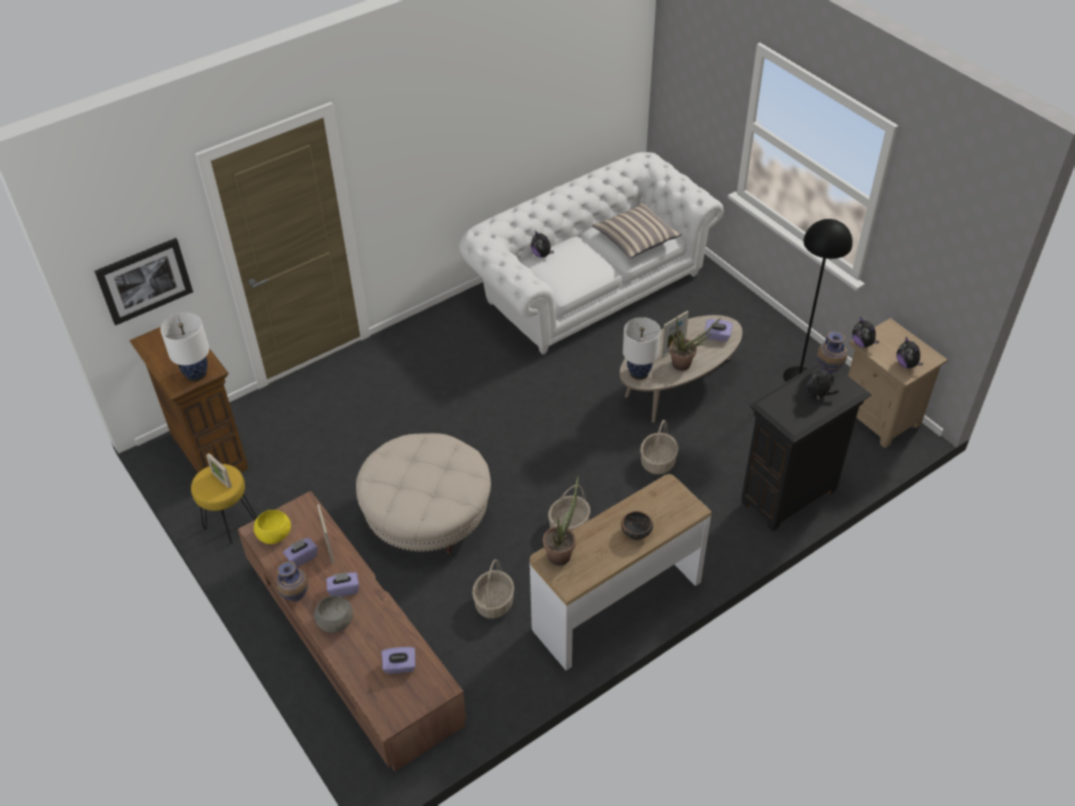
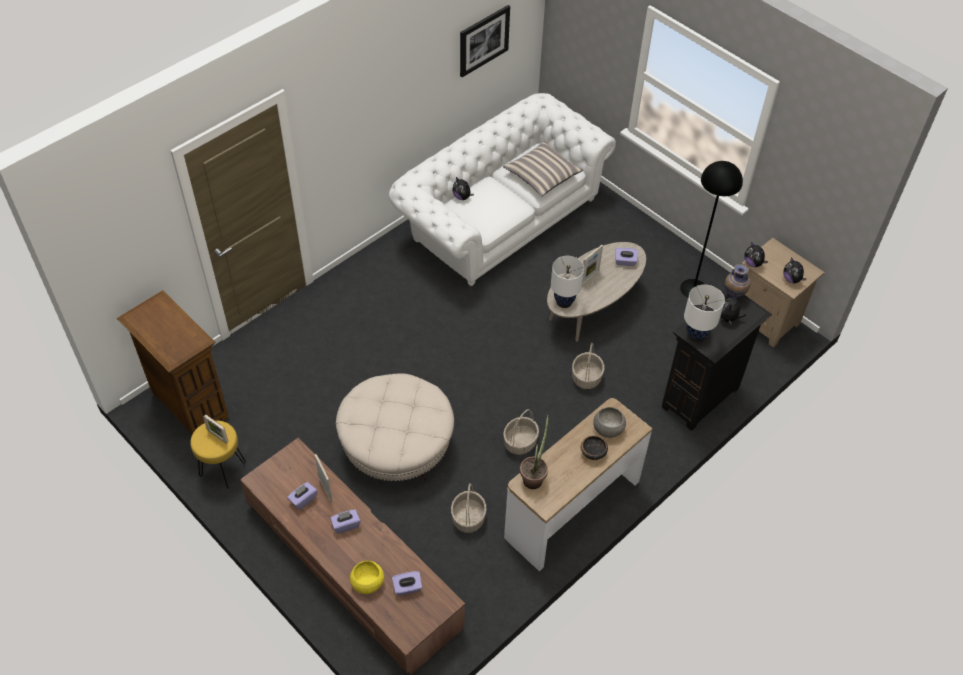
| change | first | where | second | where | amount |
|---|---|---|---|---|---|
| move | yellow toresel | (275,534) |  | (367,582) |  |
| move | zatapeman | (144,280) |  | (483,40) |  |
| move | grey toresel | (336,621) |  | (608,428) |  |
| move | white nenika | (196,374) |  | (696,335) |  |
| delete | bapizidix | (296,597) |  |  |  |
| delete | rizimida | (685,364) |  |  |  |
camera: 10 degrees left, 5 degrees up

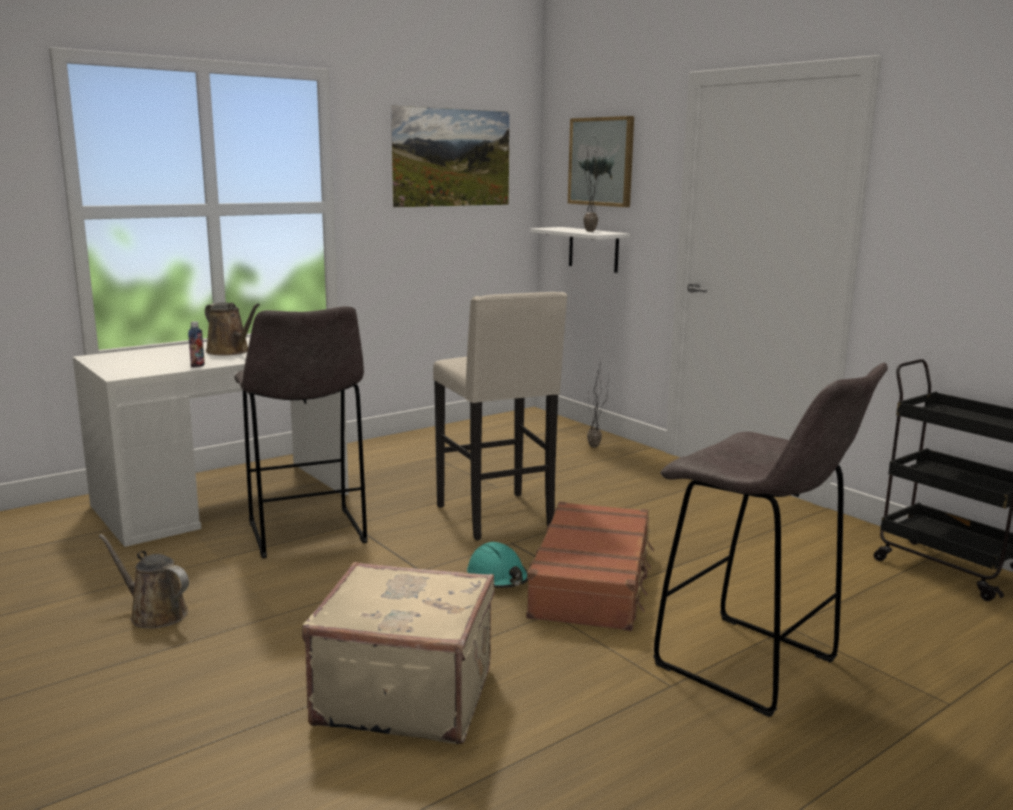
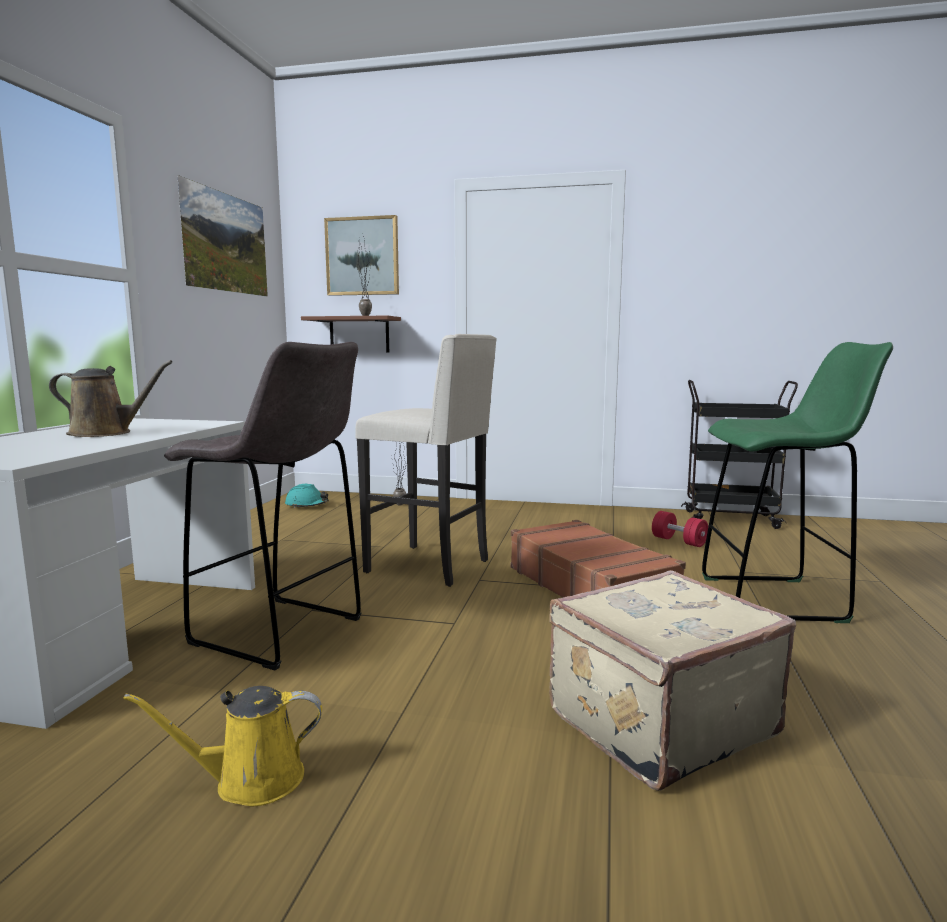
| change | first | where | second | where | amount |
|---|---|---|---|---|---|
| recolor | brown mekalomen | (154,613) | yellow mekalomen | (250,780) |  |
| move | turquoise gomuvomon | (498,578) |  | (306,505) |  |
| recolor | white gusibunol | (593,249) | brown gusibunol | (359,335) |  |
| insert |  |  | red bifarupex | (679,541) |  |
| recolor | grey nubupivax | (750,665) | green nubupivax | (776,599) |  |
| delete | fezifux | (197,365) |  |  |  |
camera: 40 degrees left, 5 degrees down

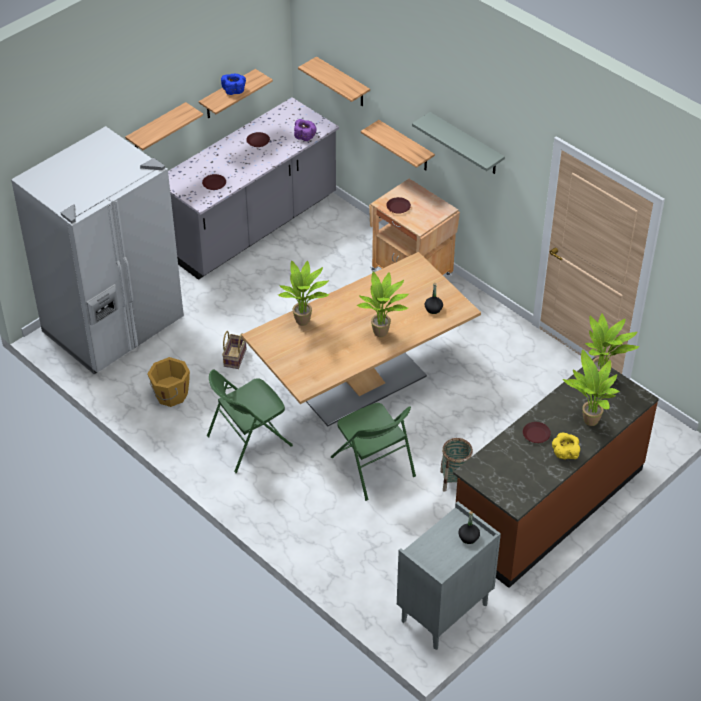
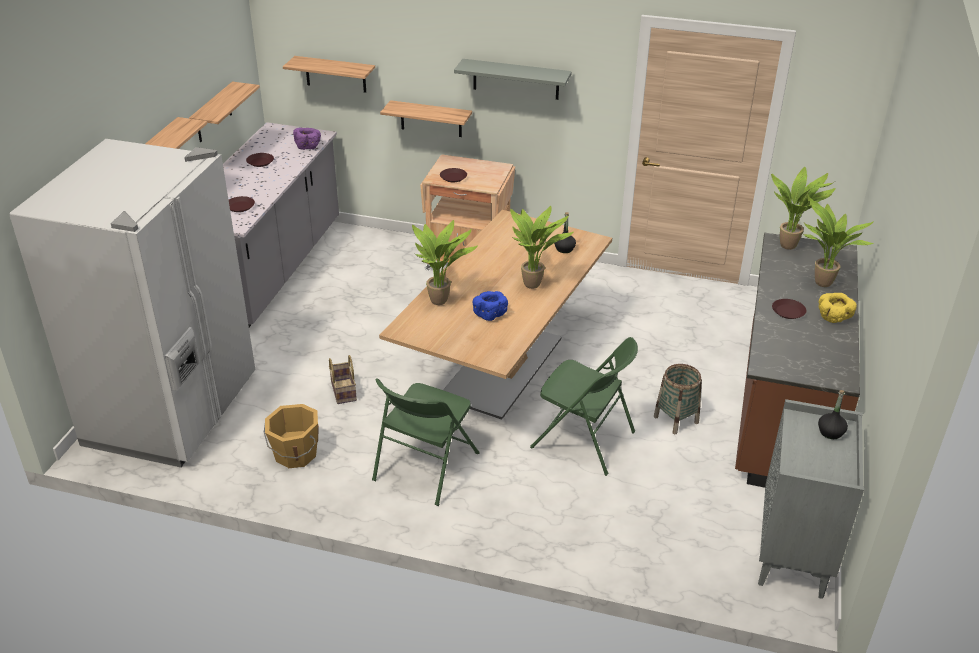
| change | first | where | second | where | amount |
|---|---|---|---|---|---|
| move | blue toresel | (234,90) |  | (490,314) |  |
camera: 30 degrees left, 10 degrees down

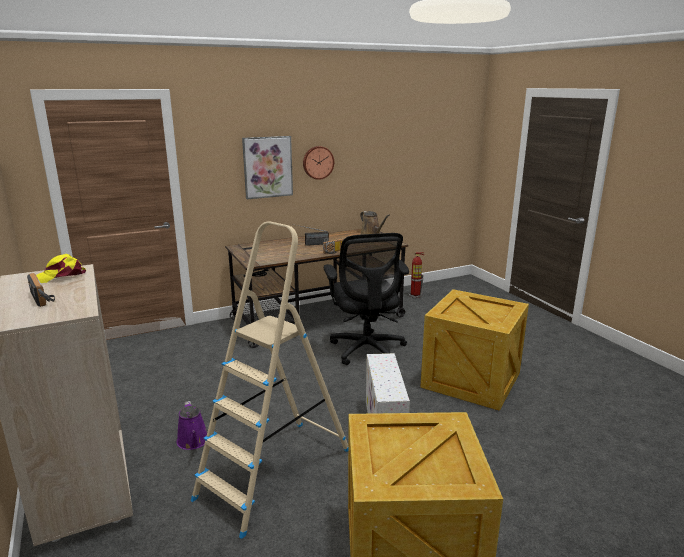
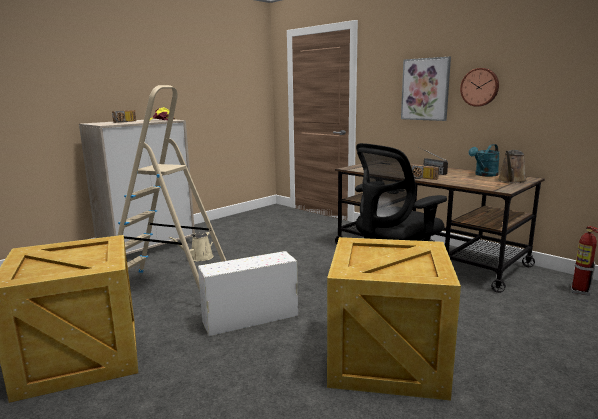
| change | first | where | second | where | amount |
|---|---|---|---|---|---|
| recolor | purple mekalomen | (193,442) | beige mekalomen | (199,258) |  |
| insert |  |  | turquoise mekalomen | (484,175) |  |
camera: 70 degrees right, 5 degrees down

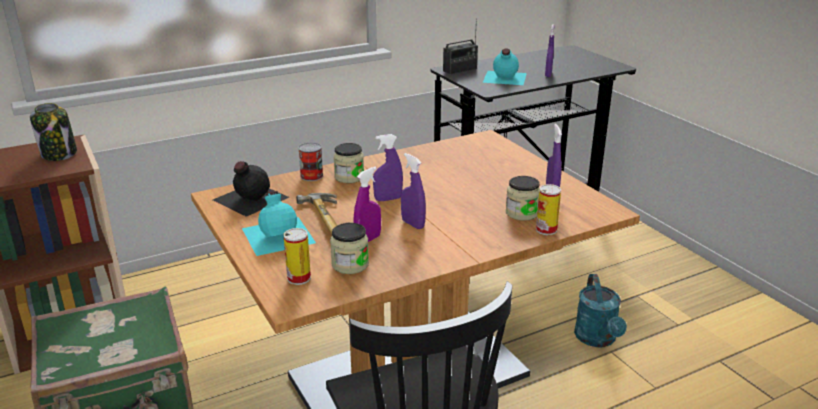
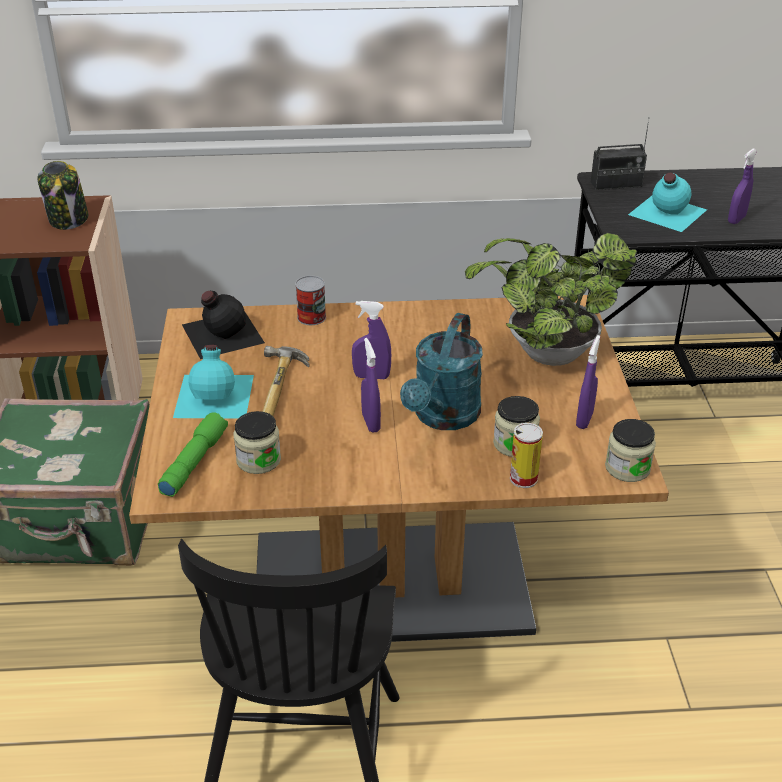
| change | first | where | second | where | amount |
|---|---|---|---|---|---|
| replace | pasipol | (299,278) | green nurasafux | (193,462) |  |
| move | turquoise mekalomen | (597,339) |  | (443,417) |  |
| insert |  |  | rizimida | (545,354) |  |
| move | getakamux | (349,177) |  | (627,468) |  |
| delete | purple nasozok | (368,240) |  |  |  |
camera: 25 degrees right, 10 degrees up

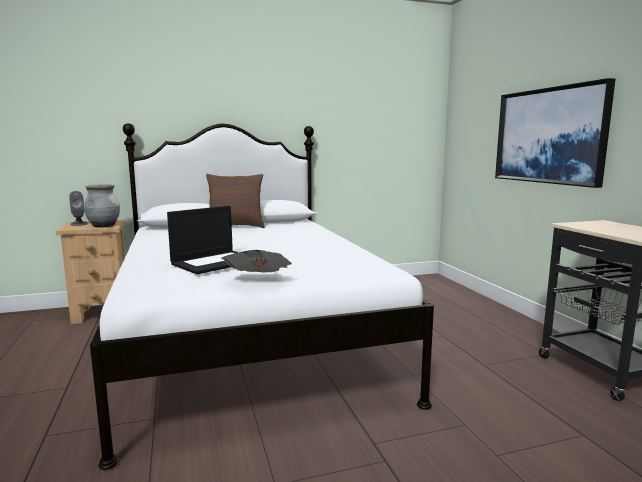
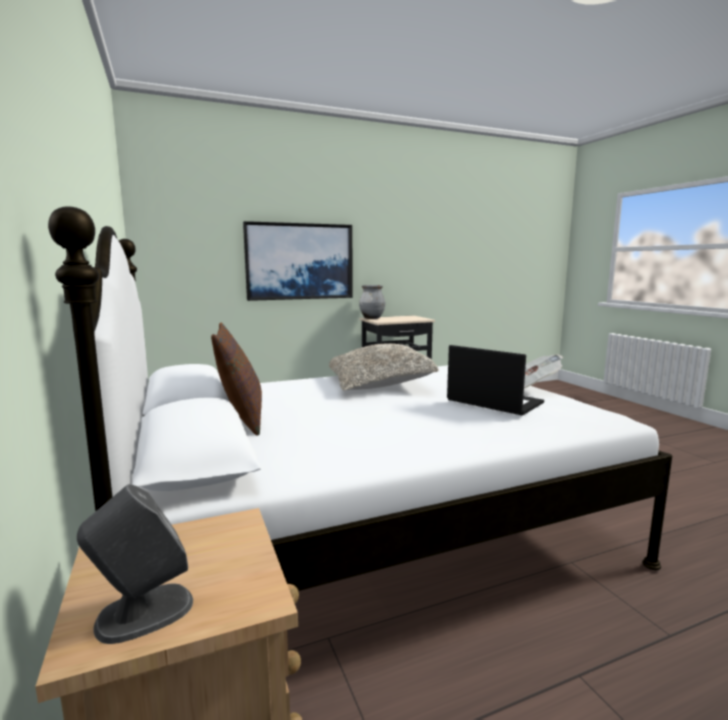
| change | first | where | second | where | amount |
|---|---|---|---|---|---|
| insert |  |  | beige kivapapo | (378,383) |  |
| move | grey bapizidix | (104,226) |  | (372,318) |  |
camera: 95 degrees left, 0 degrees up

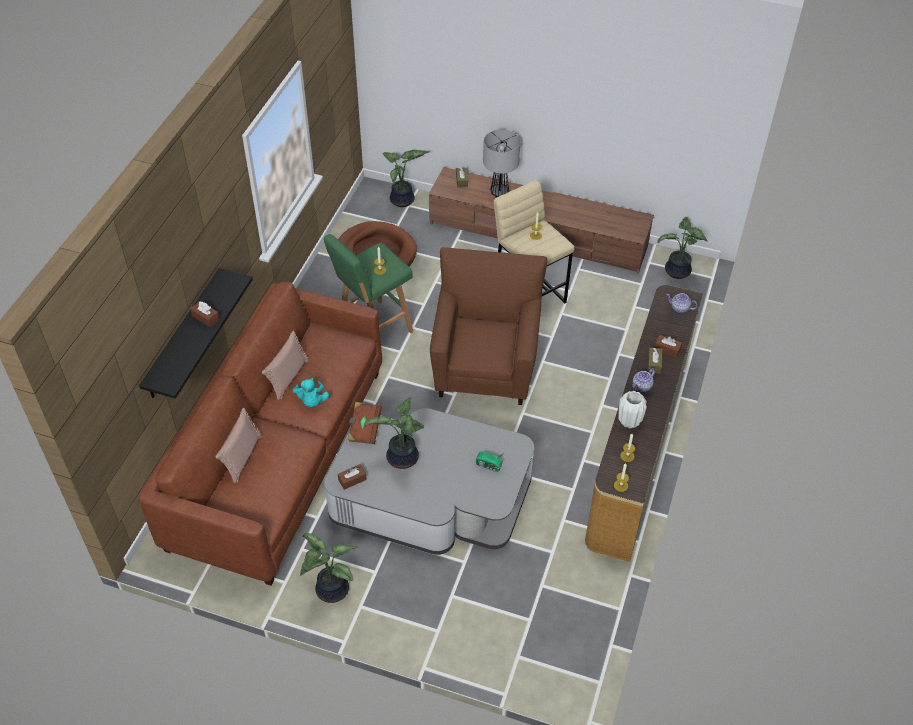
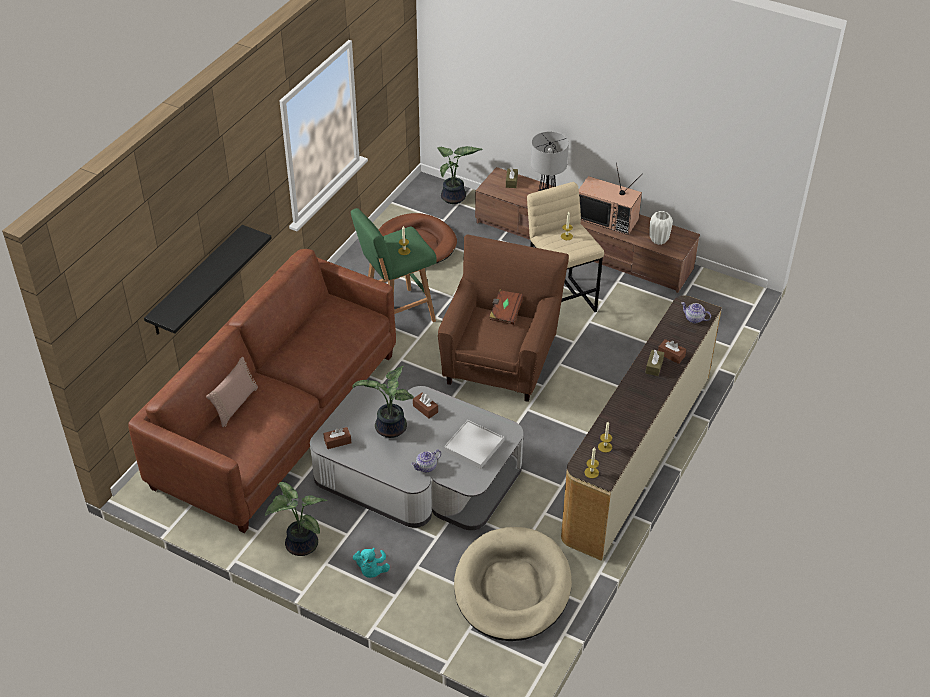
| change | first | where | second | where | amount |
|---|---|---|---|---|---|
| move | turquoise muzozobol | (311,401) |  | (371,570) |  |
| move | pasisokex | (642,386) |  | (426,467) |  |
| move | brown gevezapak | (205,317) |  | (425,409) |  |
| replace | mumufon | (489,465) | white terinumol | (474,446) |  |
| insert |  |  | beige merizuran | (512,587) |  |
| move | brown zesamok | (364,428) |  | (506,311) |  |
| insert |  |  | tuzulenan | (608,218) |  |
| move | white bapizidix | (629,421) |  | (659,240) |  |
| delete | beige kivapapo | (288,377) |  |  |  |
| delete | rizimida | (677,272) |  |  |  |
camera: 10 degrees right, 5 degrees down

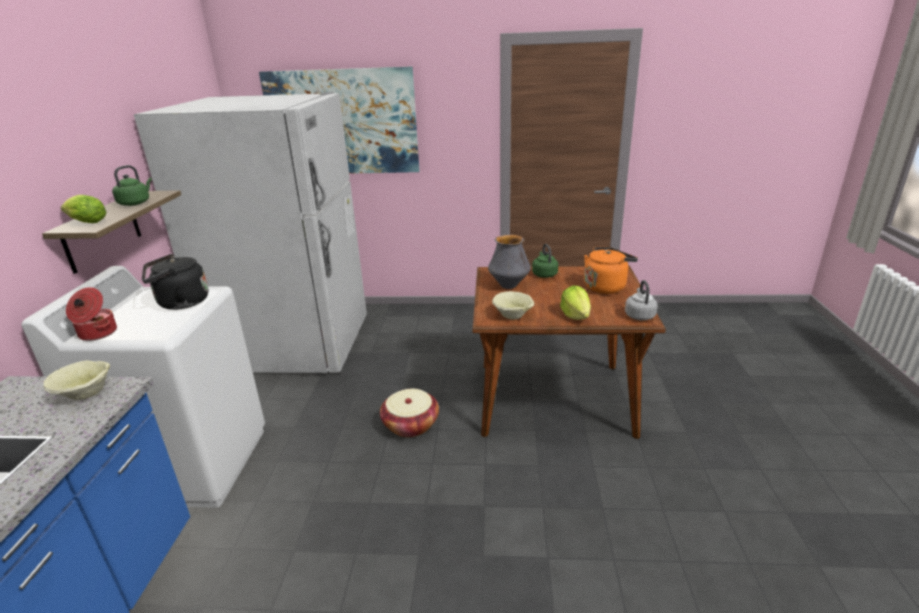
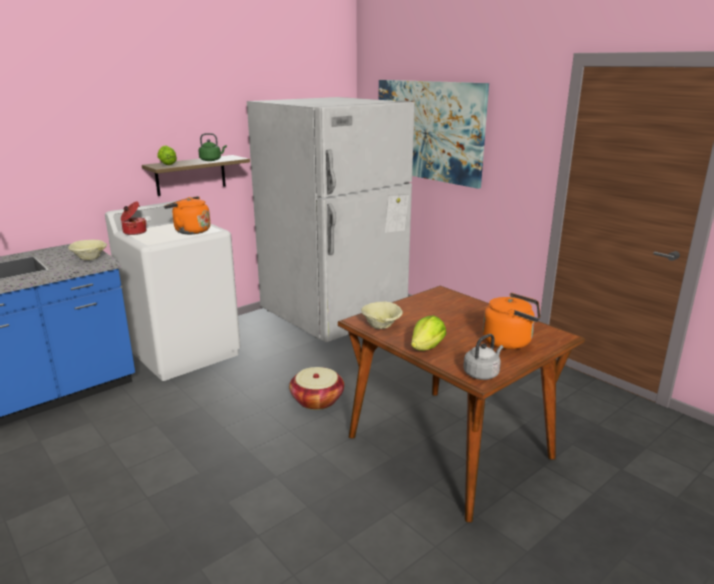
| change | first | where | second | where | amount |
|---|---|---|---|---|---|
| recolor | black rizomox | (180,303) | orange rizomox | (190,231) |  |
| delete | bapizidix | (509,286) |  |  |  |
| delete | green rizomox | (544,274) |  |  |  |
camera: 45 degrees right, 5 degrees down

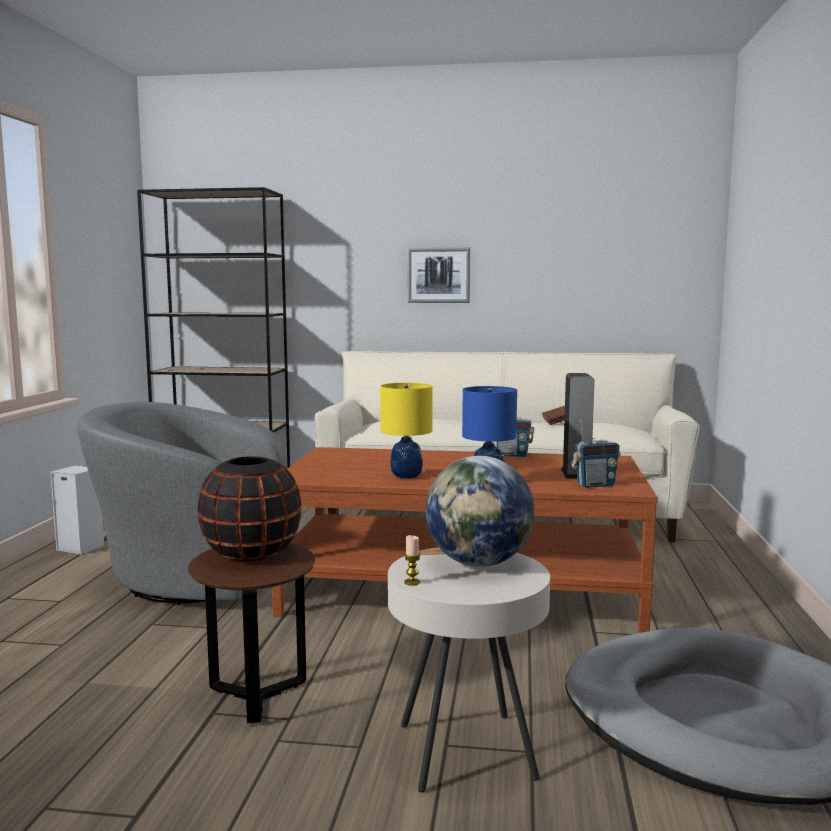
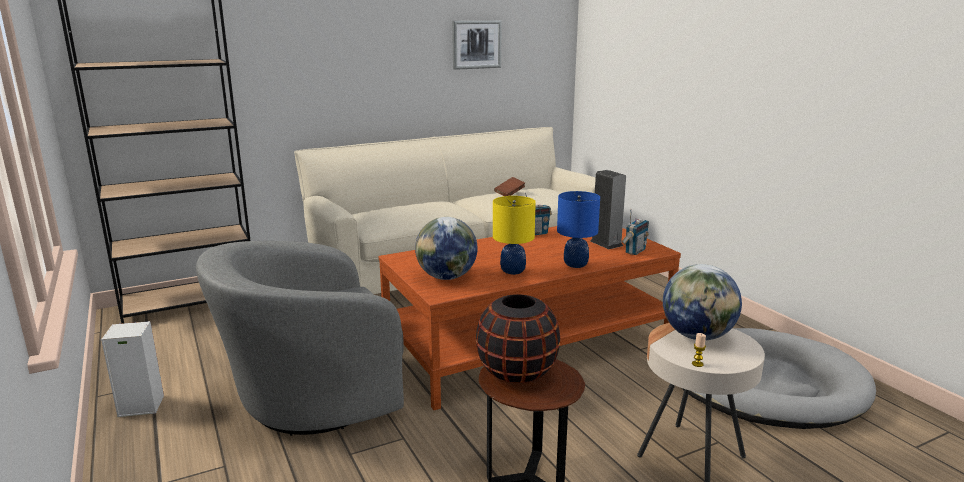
| change | first | where | second | where | amount |
|---|---|---|---|---|---|
| insert |  |  | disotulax | (446,277) |  |
| move | zatapeman | (438,275) |  | (476,44) |  |
camera: 35 degrees left, 10 degrees up

